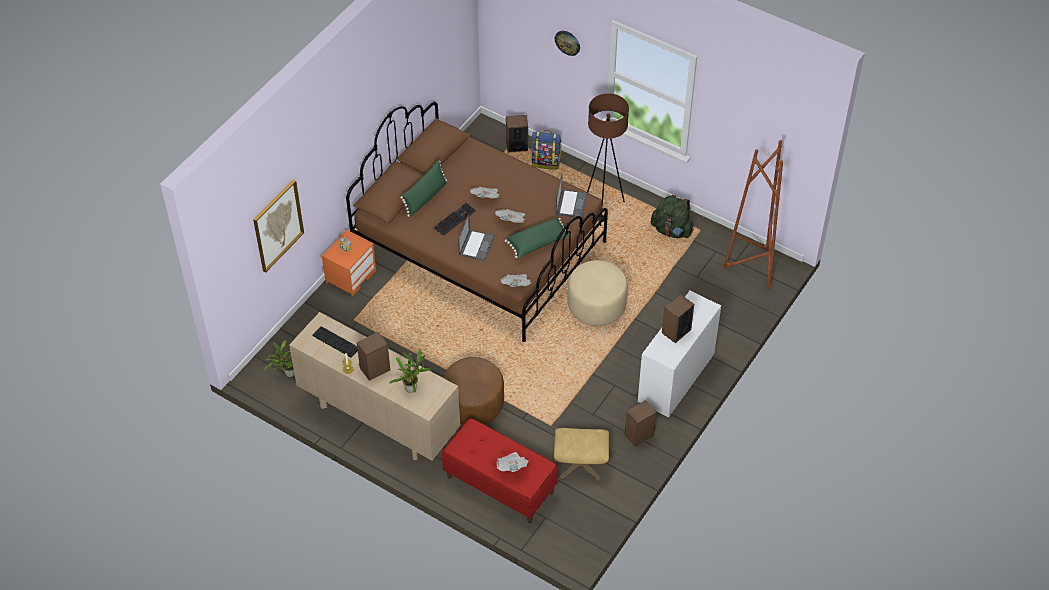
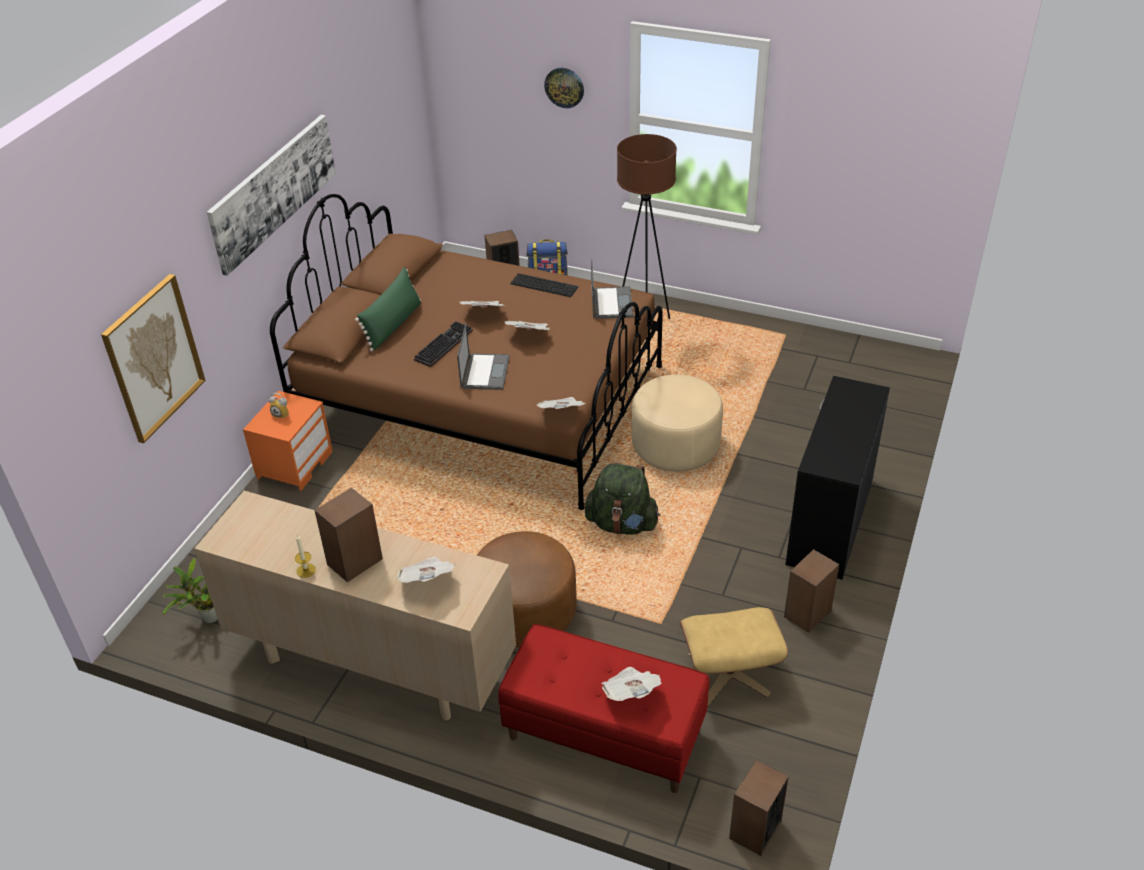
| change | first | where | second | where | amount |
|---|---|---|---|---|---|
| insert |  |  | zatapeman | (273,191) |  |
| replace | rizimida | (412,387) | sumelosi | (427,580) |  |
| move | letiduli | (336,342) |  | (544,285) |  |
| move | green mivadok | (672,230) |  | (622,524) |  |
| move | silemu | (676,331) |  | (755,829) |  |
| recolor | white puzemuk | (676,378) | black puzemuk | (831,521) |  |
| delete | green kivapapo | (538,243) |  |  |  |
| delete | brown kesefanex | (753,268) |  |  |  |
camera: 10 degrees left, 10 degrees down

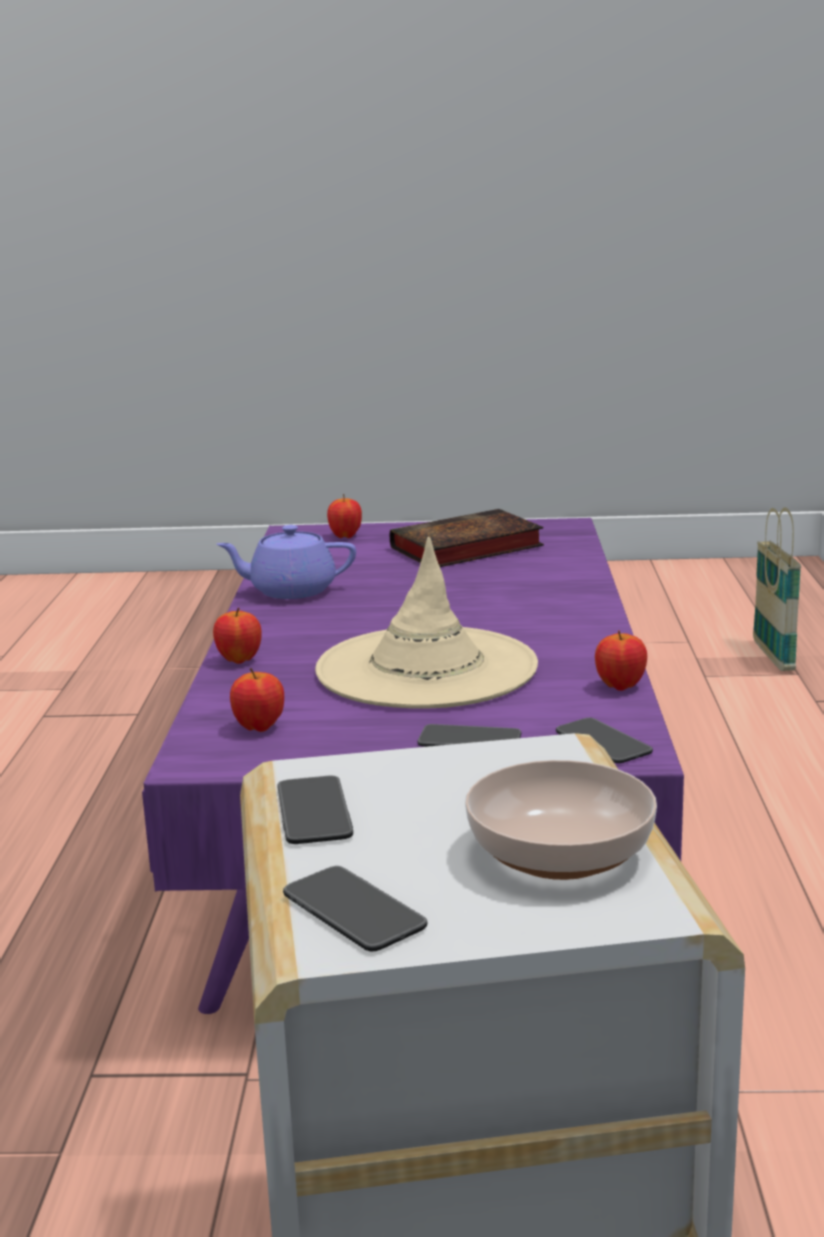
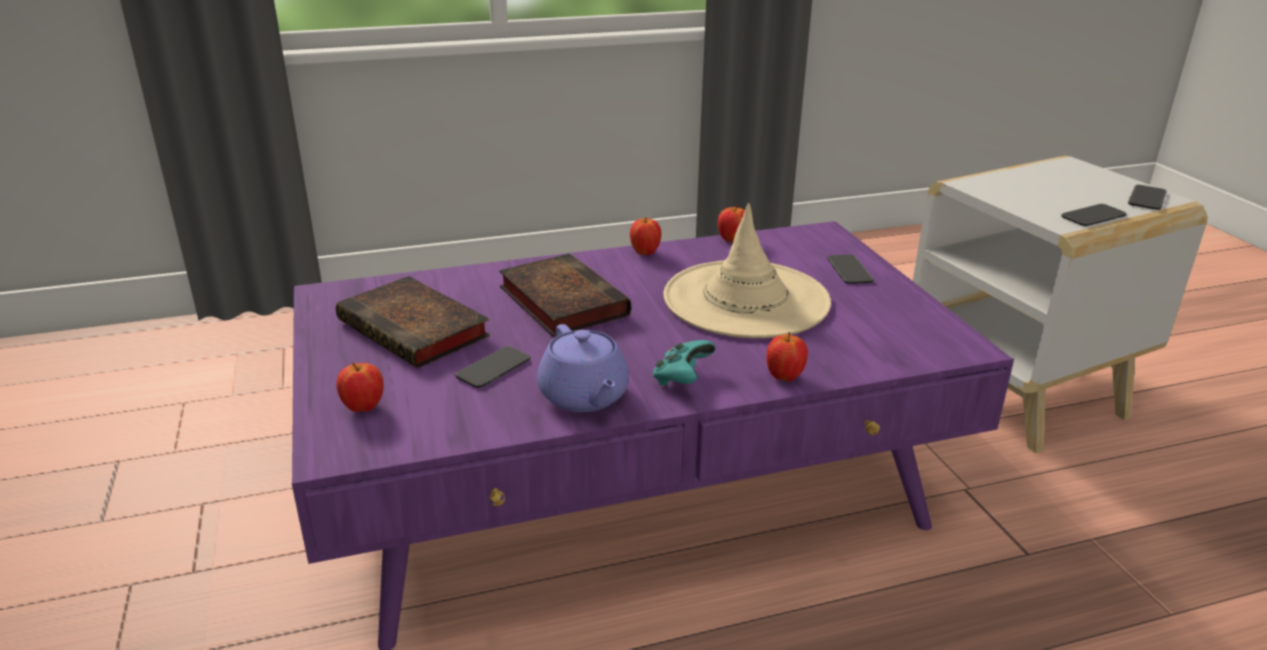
| change | first | where | second | where | amount |
|---|---|---|---|---|---|
| move | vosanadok | (603,743) |  | (493,368) |  |
| insert |  |  | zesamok | (560,300) |  |
| move | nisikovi | (259,728) |  | (645,253) |  |
| insert |  |  | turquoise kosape | (682,378) |  |
| delete | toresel | (561,854) |  |  |  |
| delete | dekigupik | (773,656) |  |  |  |
camera: 110 degrees left, 10 degrees up

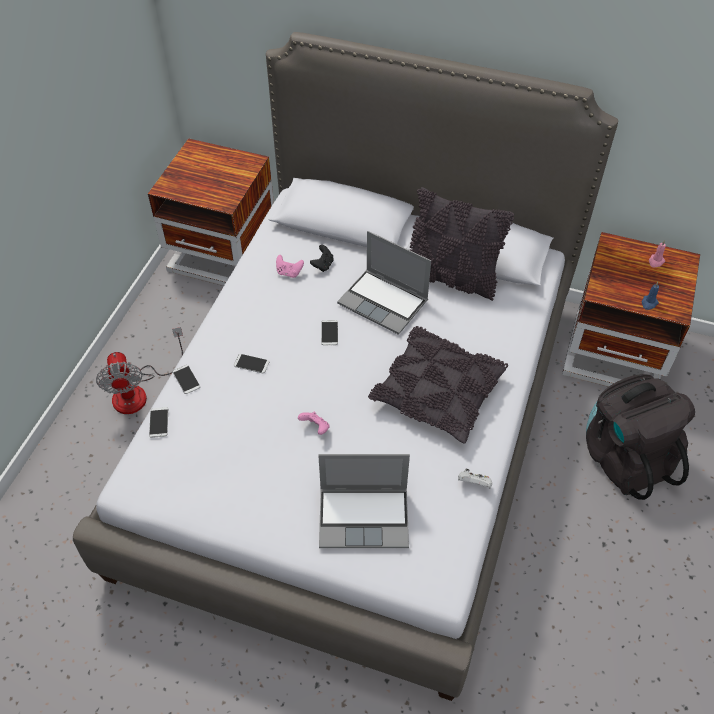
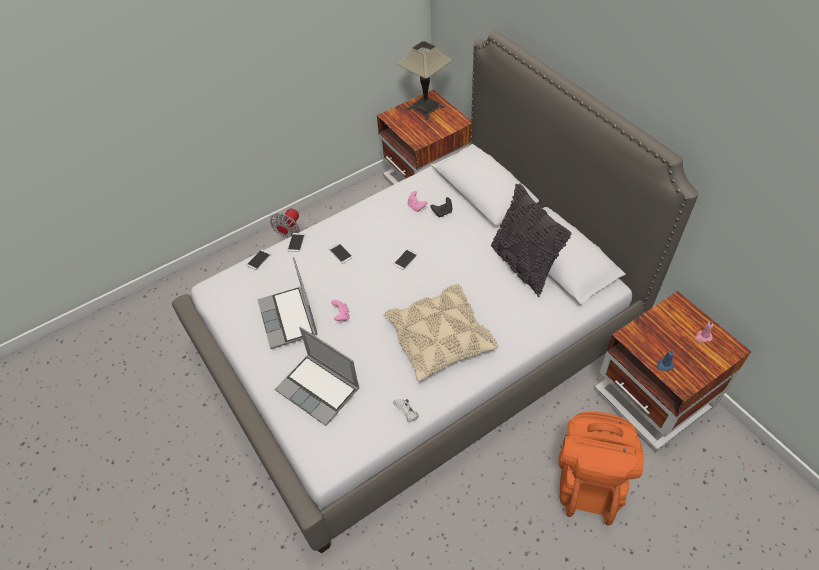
| change | first | where | second | where | amount |
|---|---|---|---|---|---|
| move | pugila | (384,302) |  | (289,318) |  |
| recolor | black kivapapo | (437,392) | beige kivapapo | (439,338) |  |
| insert |  |  | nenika | (425,108) |  |
| recolor | black mivadok | (625,457) | orange mivadok | (589,479) |  |
camera: 40 degrees right, 0 degrees up

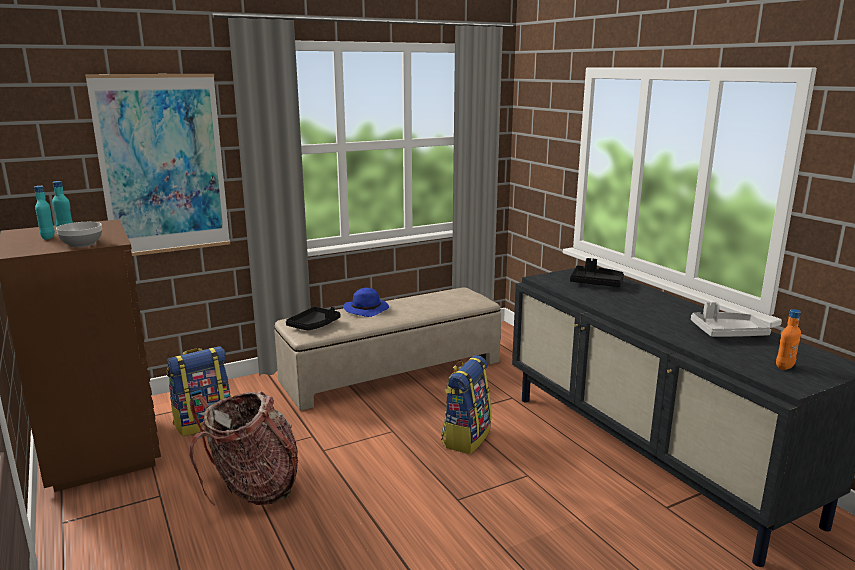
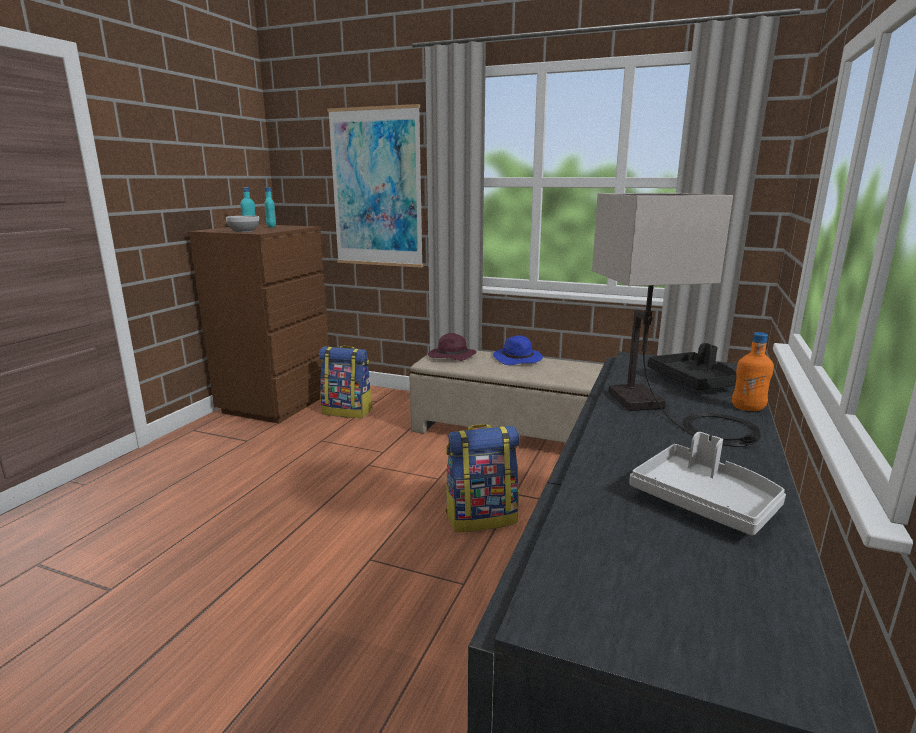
| change | first | where | second | where | amount |
|---|---|---|---|---|---|
| replace | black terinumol | (314,325) | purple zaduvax | (451,357) |  |
| insert |  |  | nenika | (667,413) |  |
| move | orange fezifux | (784,367) |  | (747,408) |  |
| delete | mivadok | (253,488) |  |  |  |
camera: 50 degrees right, 0 degrees up

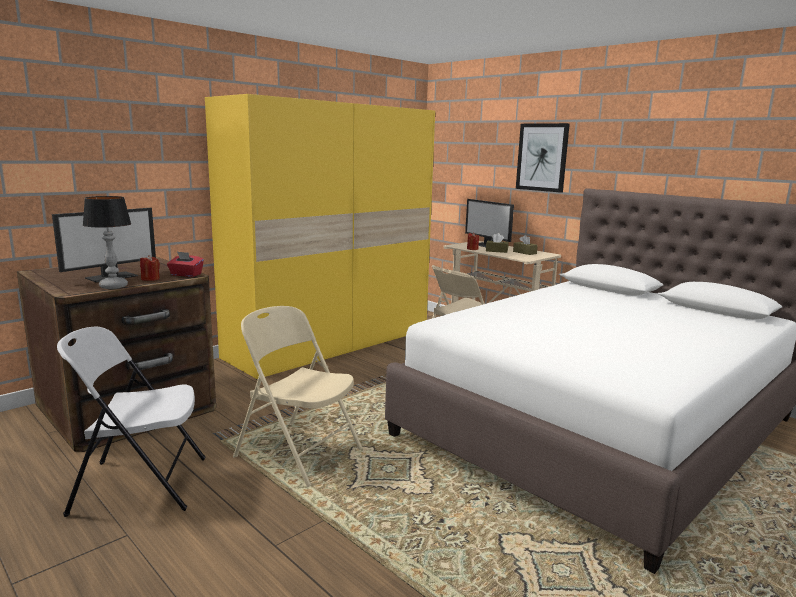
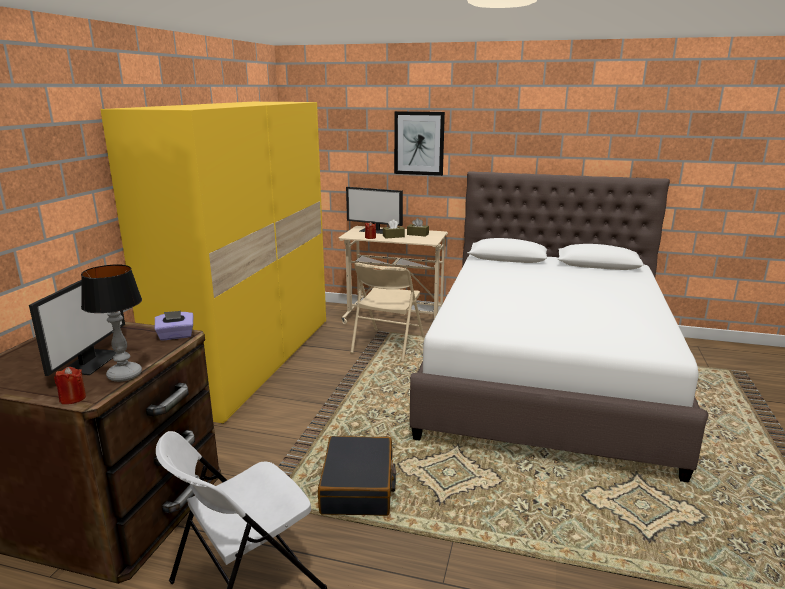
| change | first | where | second | where | amount |
|---|---|---|---|---|---|
| move | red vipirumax | (150,279) |  | (73,398) |  |
| recolor | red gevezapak | (186,275) | purple gevezapak | (176,336) |  |
| replace | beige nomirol | (299,452) | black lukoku | (358,487) |  |
camera: 30 degrees left, 5 degrees up

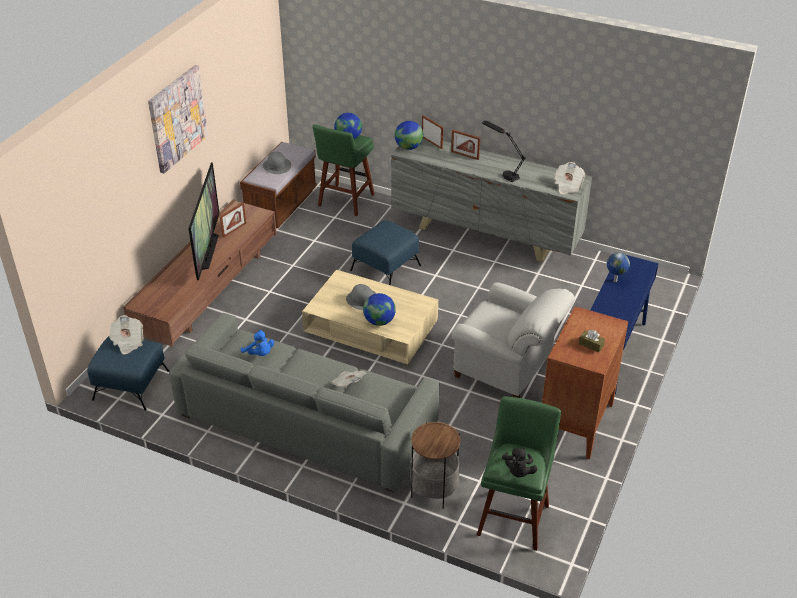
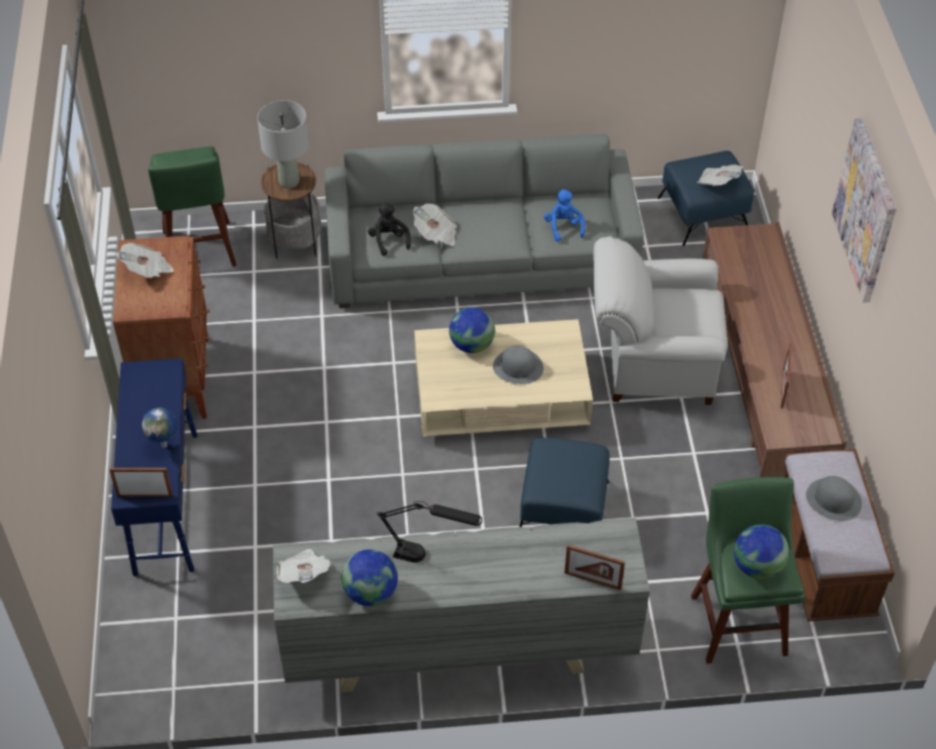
| change | first | where | second | where | amount |
|---|---|---|---|---|---|
| move | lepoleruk | (465,155) |  | (145,495) |  |
| replace | brown gevezapak | (591,345) | sumelosi | (147,270) |  |
| insert |  |  | grey nenika | (289,181) |  |
| move | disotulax | (408,147) |  | (370,592) |  |
| move | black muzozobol | (518,471) |  | (389,240) |  |
| rotate | blue muzozobol | (259,354) |  | (563,227) | 60 degrees clockwise |
| move | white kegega | (508,369) |  | (652,363) |  |
| delete | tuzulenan | (207,251) |  |  |  |
camera: 150 degrees right, 10 degrees up

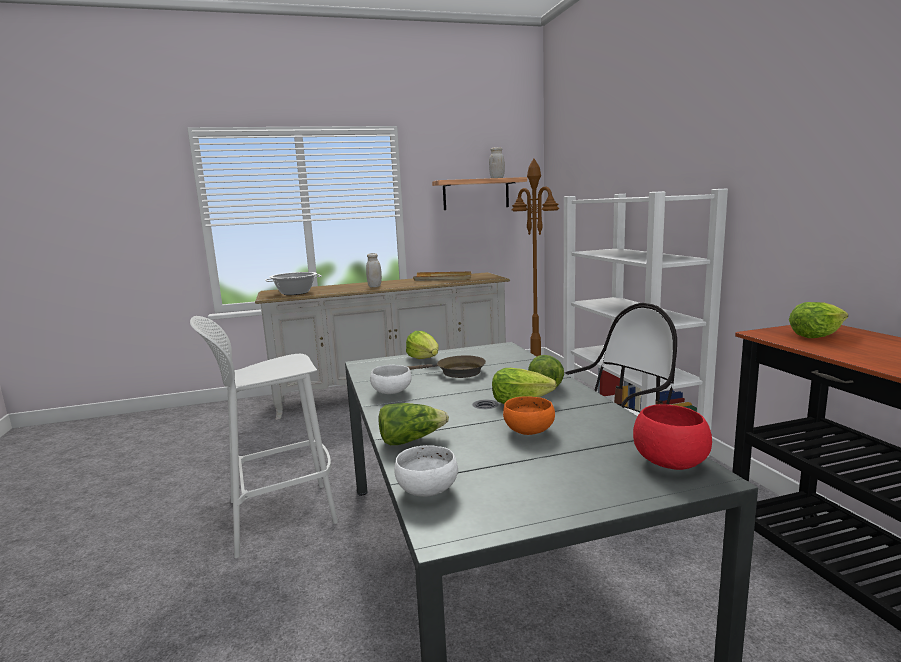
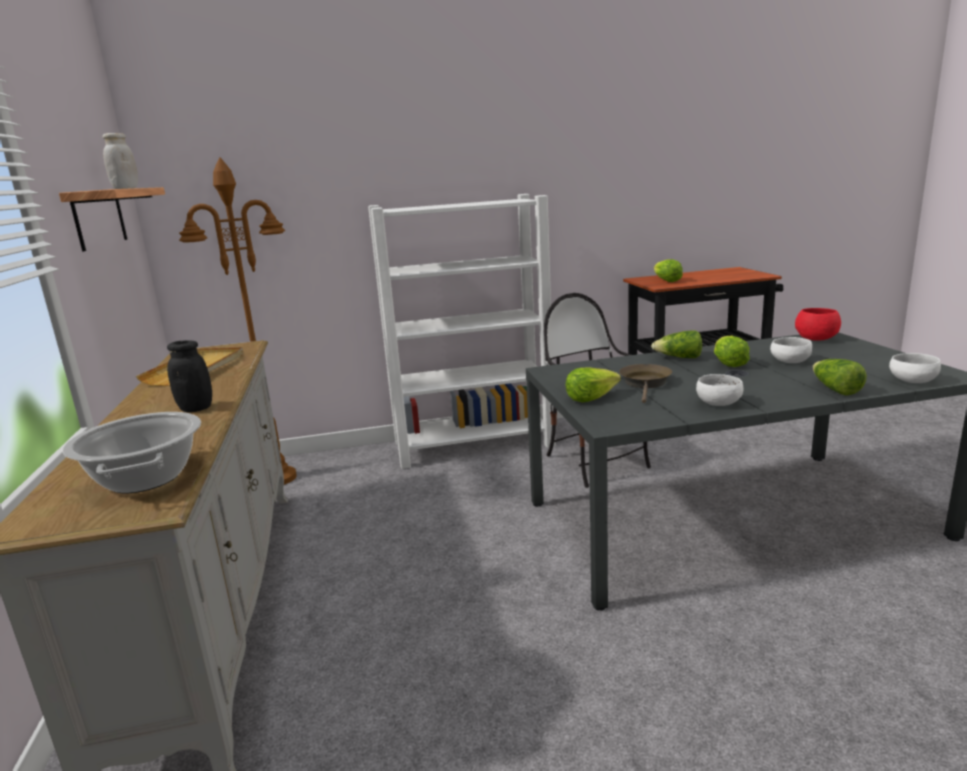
| change | first | where | second | where | amount |
|---|---|---|---|---|---|
| recolor | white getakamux | (374,286) | black getakamux | (196,408) |  |
| recolor | orange toresel | (528,430) | white toresel | (789,362) |  |
| delete | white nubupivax | (278,516) |  |  |  |
camera: 85 degrees left, 5 degrees up

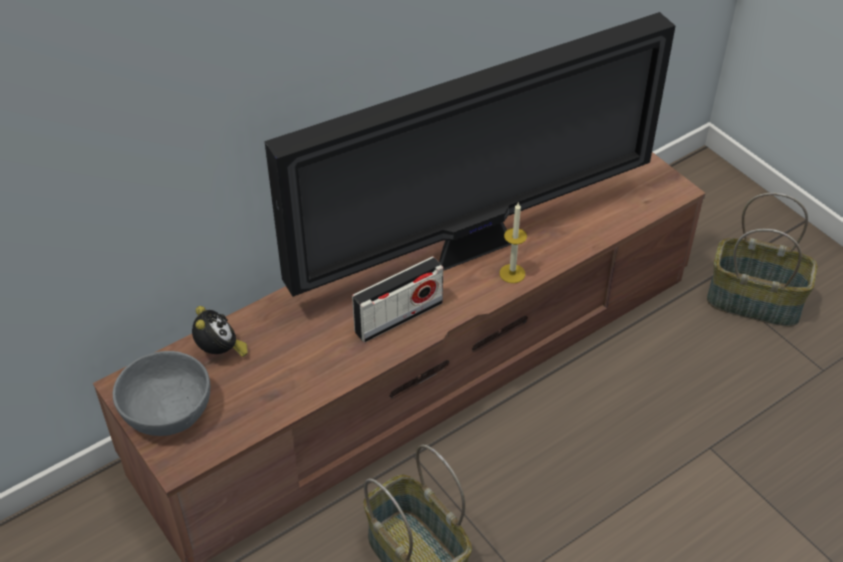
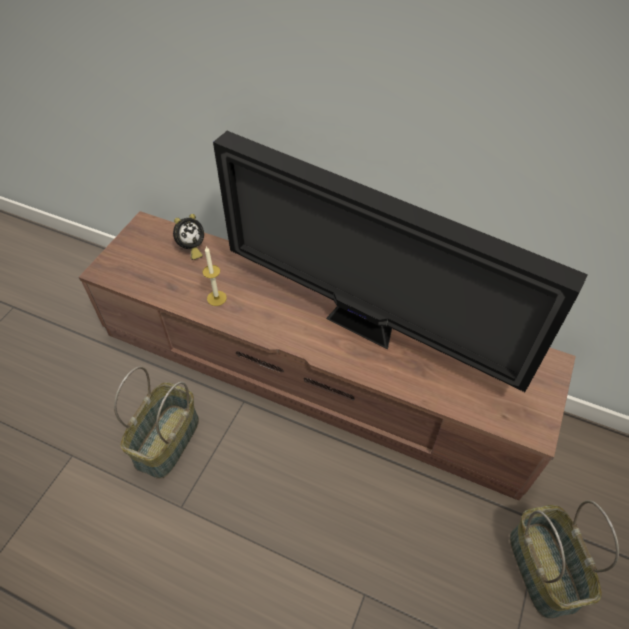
| change | first | where | second | where | amount |
|---|---|---|---|---|---|
| move | vipirumax | (512,273) |  | (216,298) |  |
| delete | grey toresel | (166,409) |  |  |  |
| delete | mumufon | (398,317) |  |  |  |
camera: 60 degrees right, 5 degrees up

